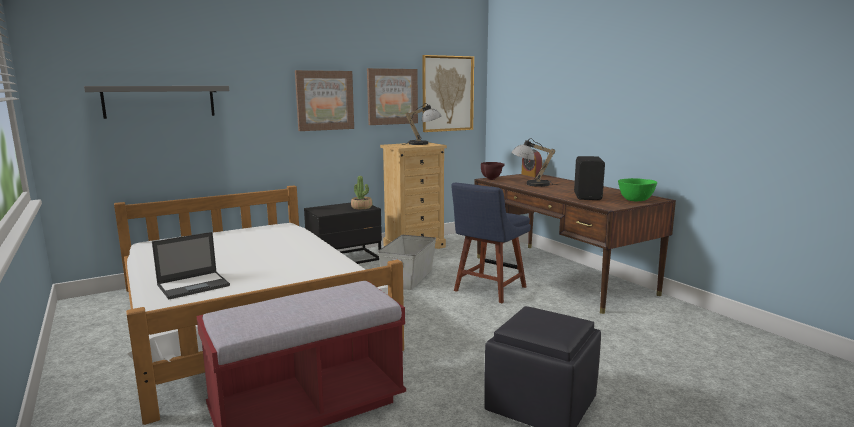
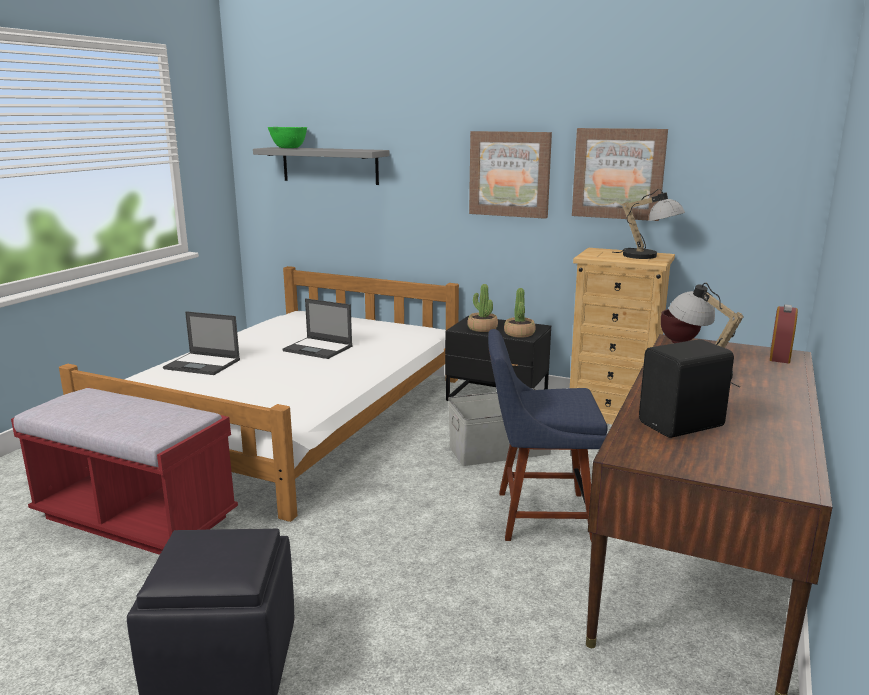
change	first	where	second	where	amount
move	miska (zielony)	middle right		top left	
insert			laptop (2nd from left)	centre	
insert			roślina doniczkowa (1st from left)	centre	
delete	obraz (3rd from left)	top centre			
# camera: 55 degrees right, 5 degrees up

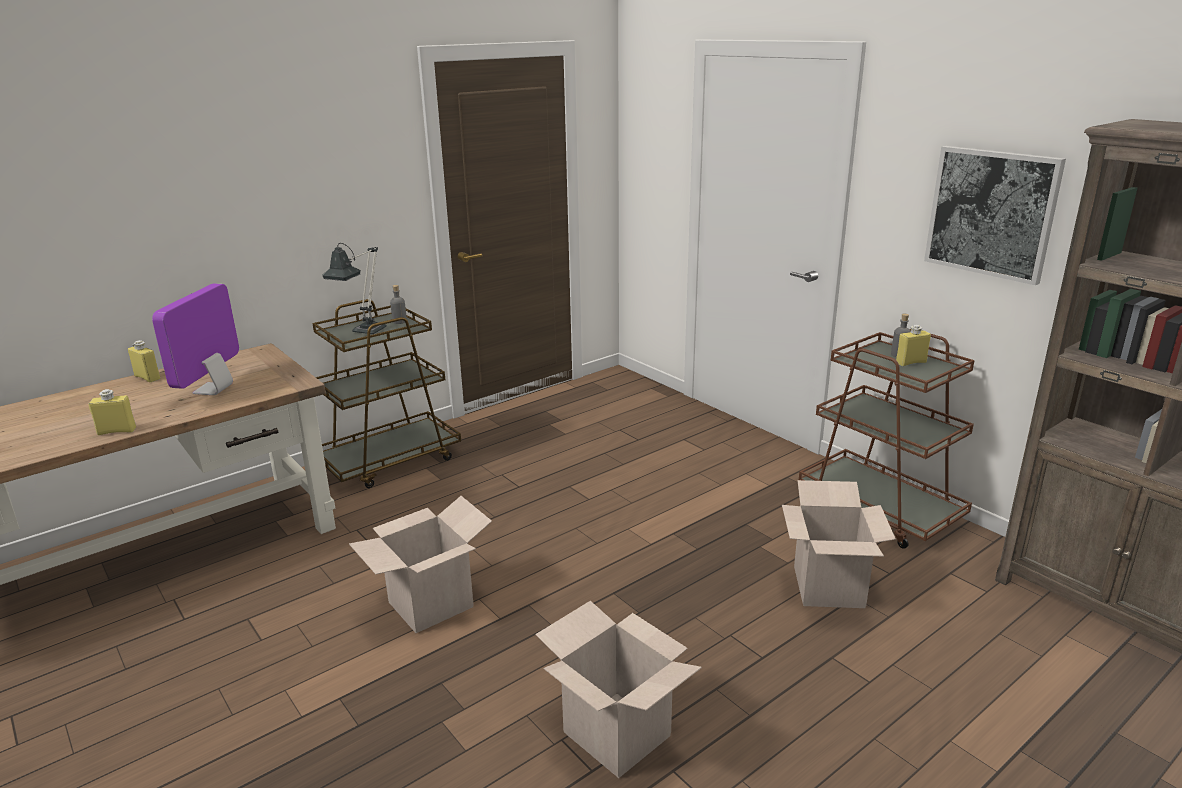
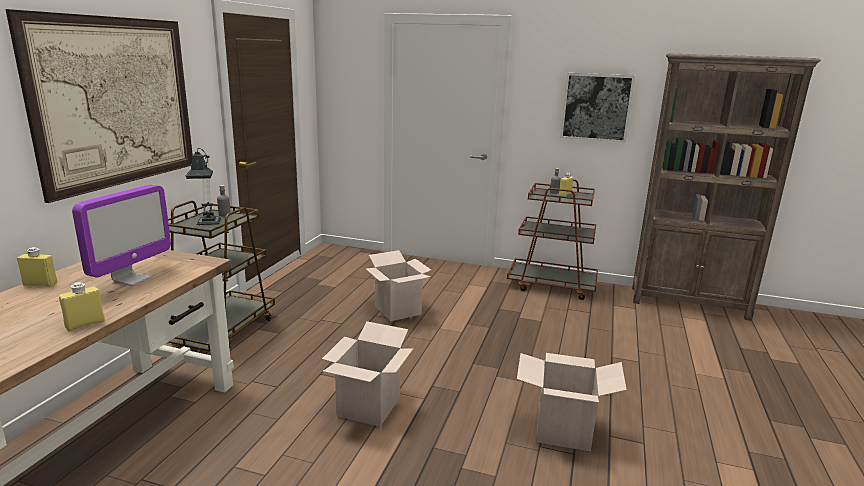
change	first	where	second	where	amount
insert			obraz (1st from left)	top left	
rotate	monitor	middle left		middle left	135 degrees counterclockwise
move	karton (3rd from left in the first image)	bottom right	karton (2nd from left)	centre	
# camera: 35 degrees left, 5 degrees down

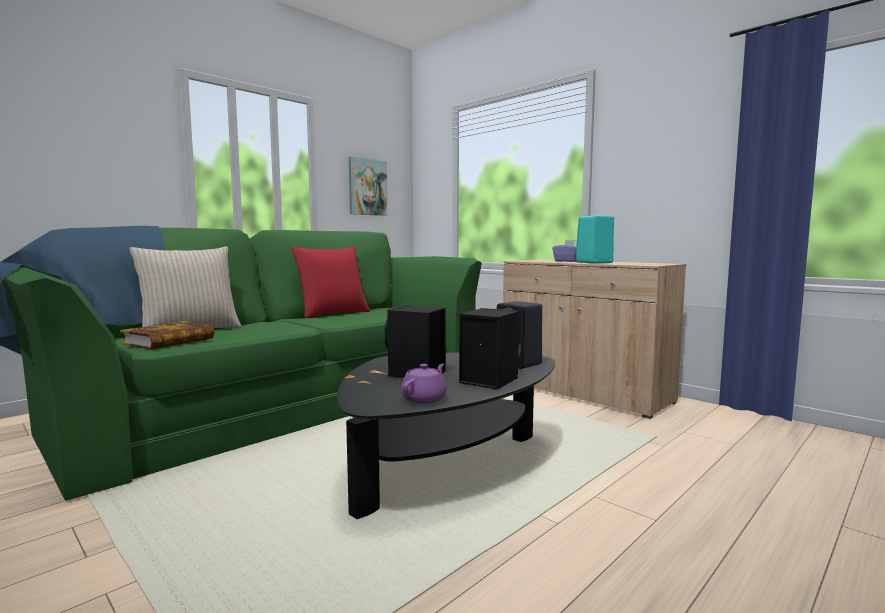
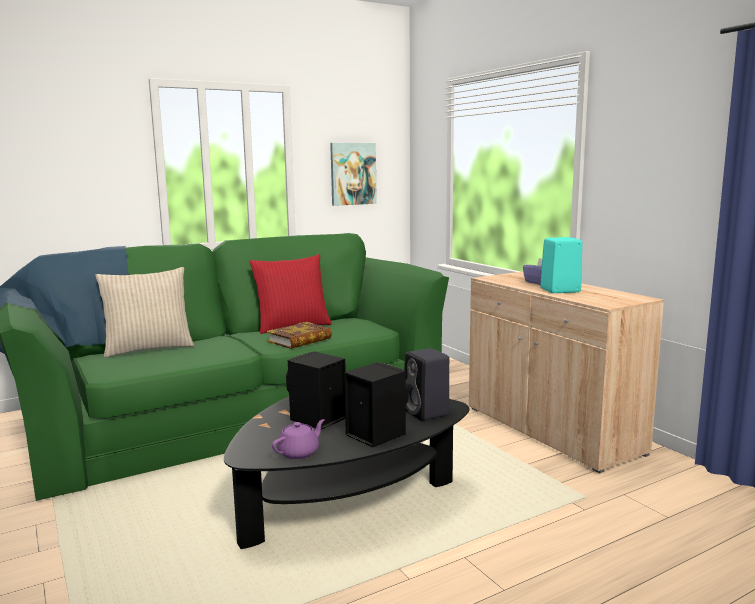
change	first	where	second	where	amount
move	książka	middle left		centre	
# camera: 15 degrees right, 5 degrees up

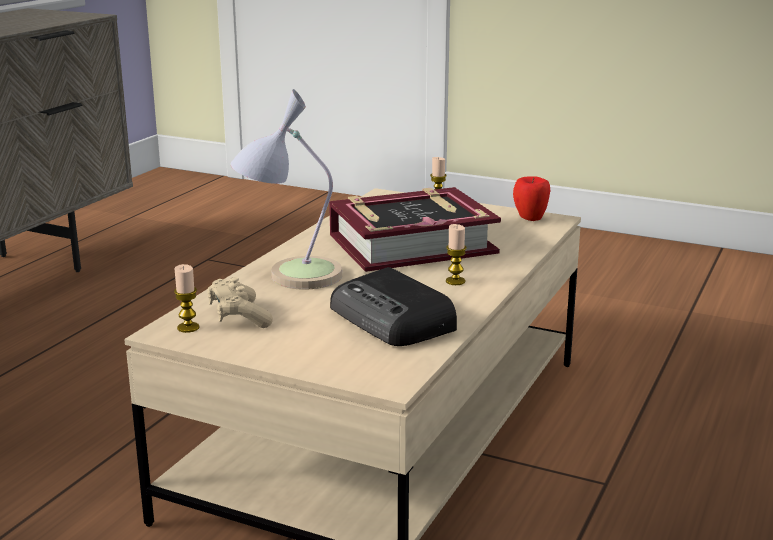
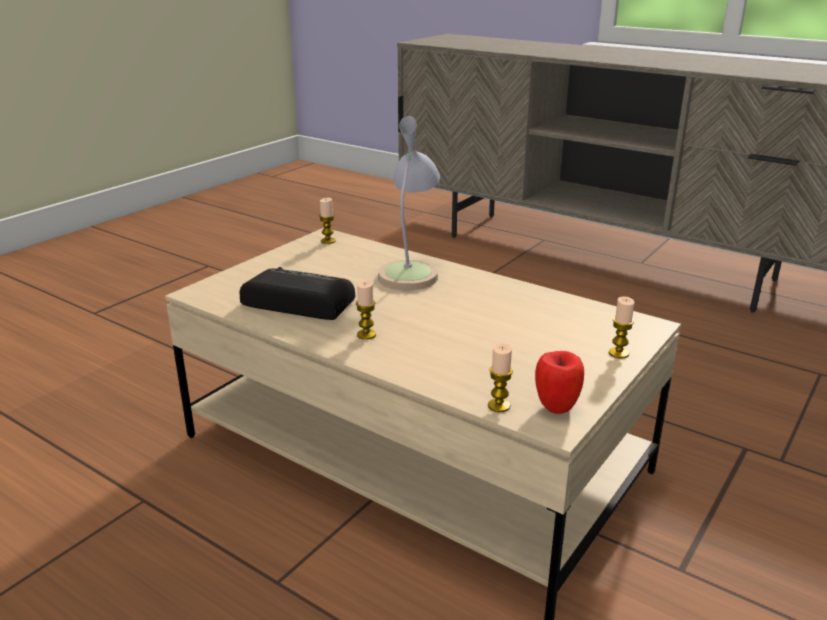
change	first	where	second	where	amount
rotate	radio	centre		centre	45 degrees clockwise
insert			świeca (3rd from left)	centre	
delete	pad do gier (beżowy)	middle left			
delete	książka	centre			
# camera: 100 degrees right, 5 degrees up

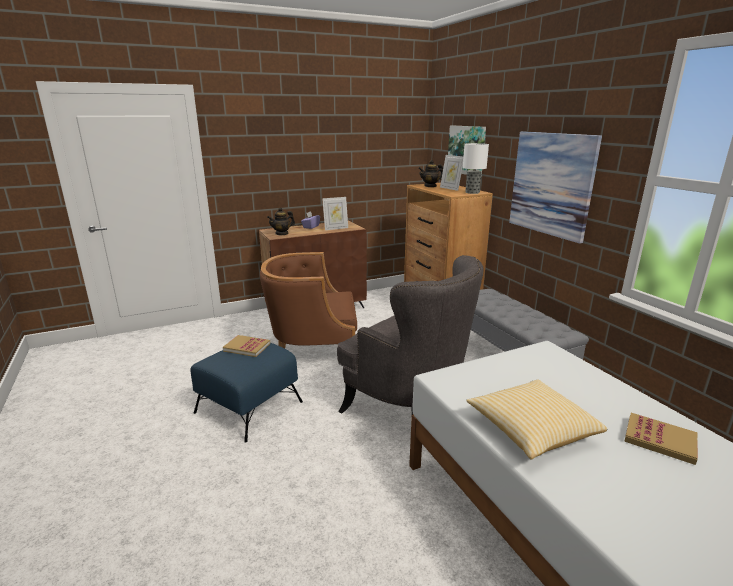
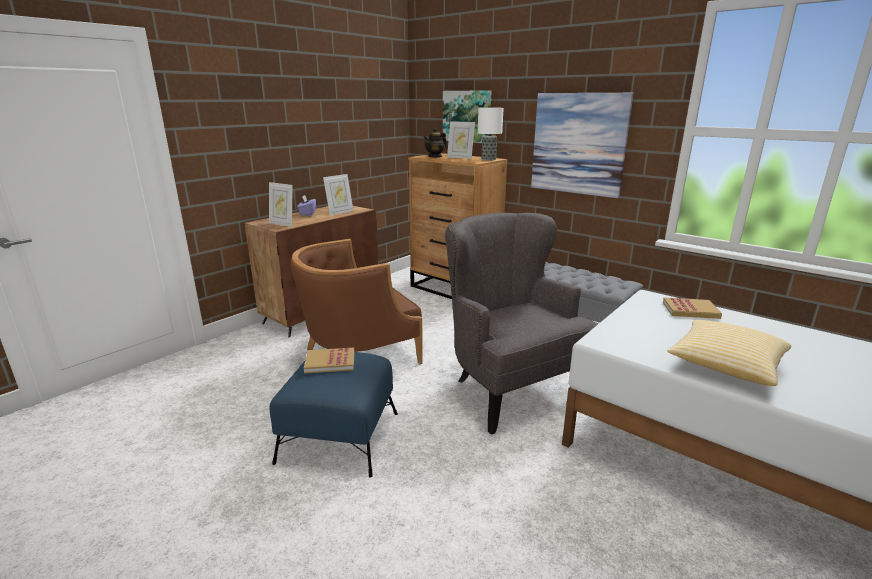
change	first	where	second	where	amount
replace	imbryk (1st from left)	centre	ramka na zdjęcie (1st from left)	middle left	
rotate	fotel (szary)	centre		centre	135 degrees counterclockwise
move	książka (2nd from left)	bottom right		middle right	
# camera: 25 degrees left, 0 degrees up

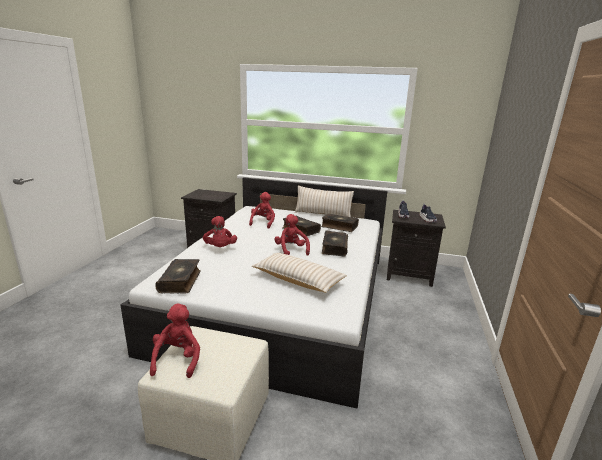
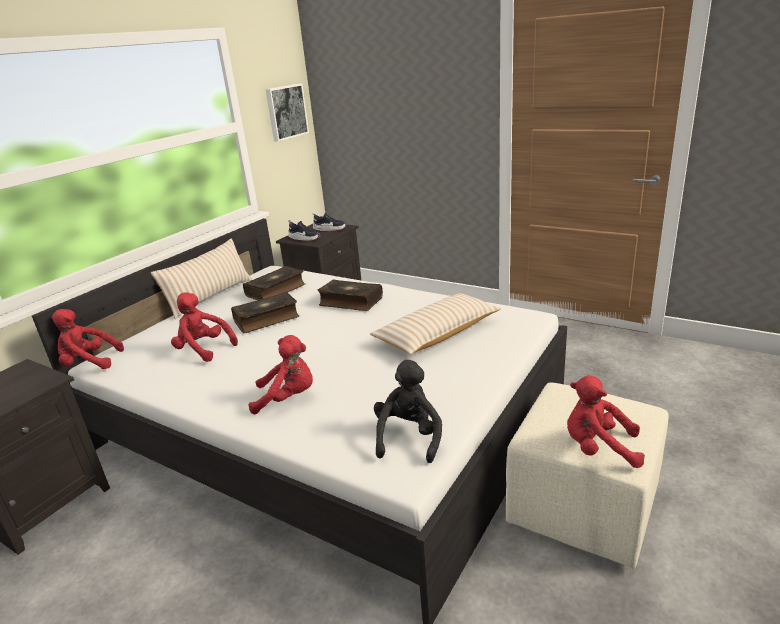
change	first	where	second	where	amount
move	pluszak (czerwony) (4th from left in the first image)	centre	pluszak (czerwony) (1st from left)	middle left	
insert			obraz	top centre	
replace	książka (1st from left)	middle left	pluszak (czarny)	centre	
# camera: 70 degrees left, 5 degrees up

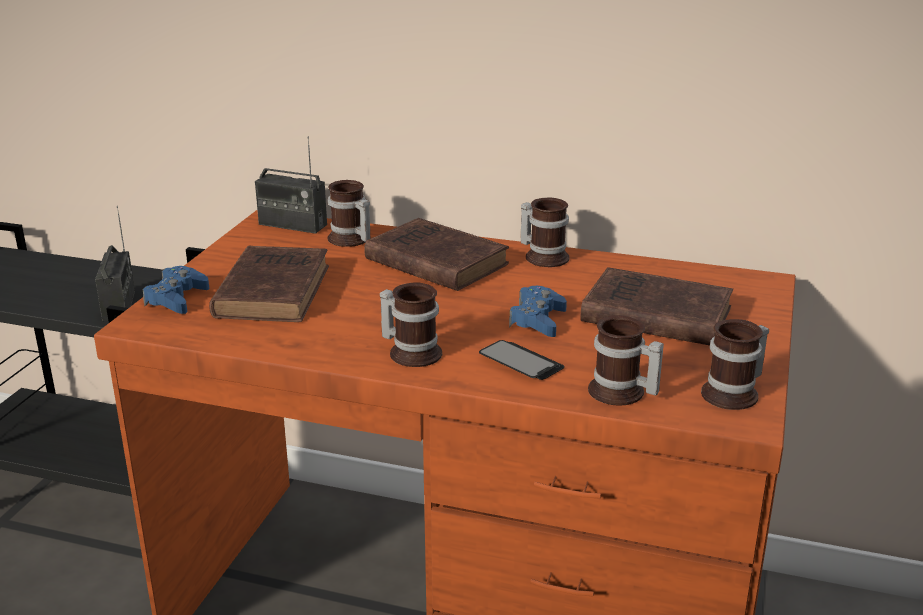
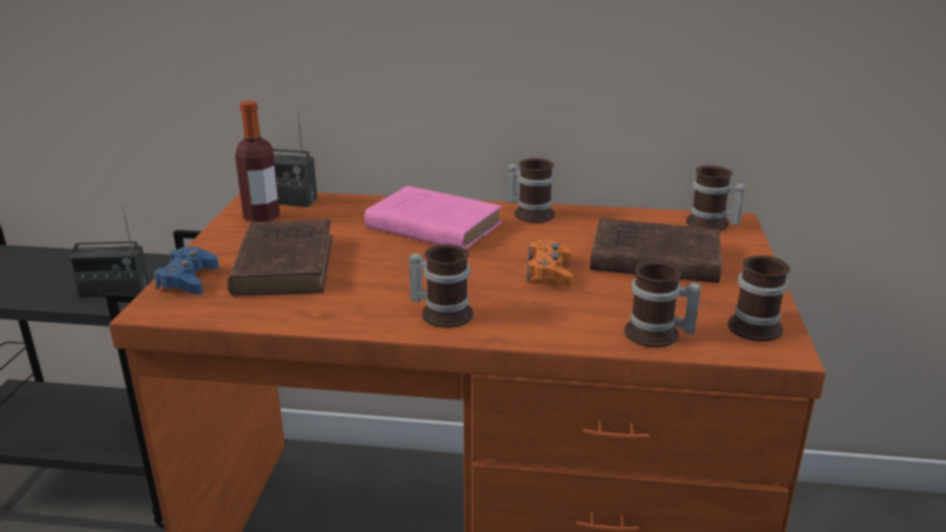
change	first	where	second	where	amount
rotate	radio (1st from left)	middle left		middle left	105 degrees clockwise
insert			butelka	top left	
recolor	książka (brązowy) (2nd from left)	centre	książka (różowy)	centre	
recolor	pad do gier (niebieski) (2nd from left)	centre	pad do gier (pomarańczowy)	centre	
move	kubek (1st from left in the first image)	centre	kubek (4th from left)	middle right	
delete	telefon	centre			
# camera: 10 degrees left, 0 degrees up

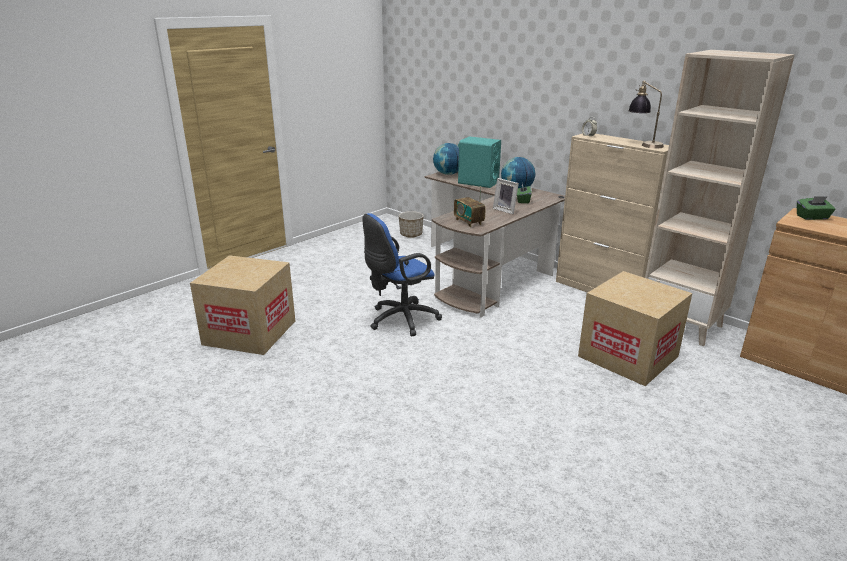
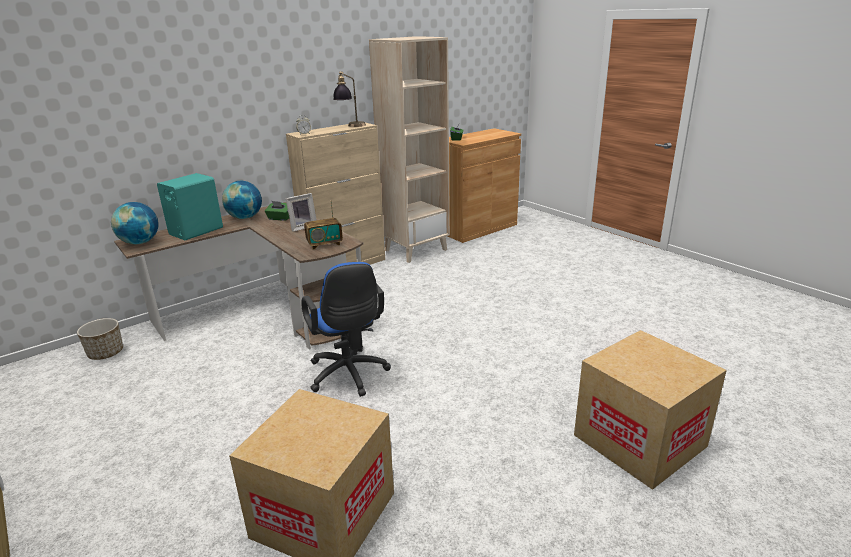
change	first	where	second	where	amount
move	karton (2nd from left)	middle right		bottom right	
# camera: 80 degrees left, 0 degrees up

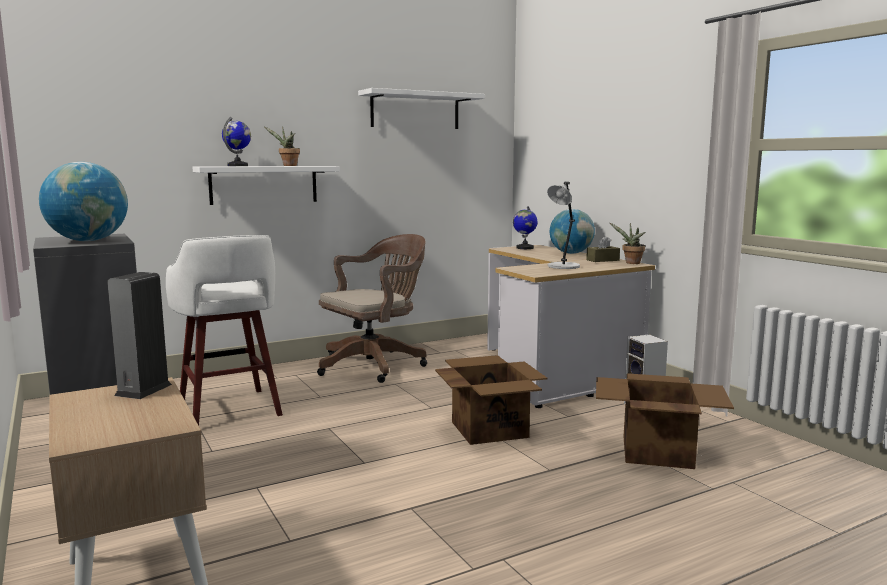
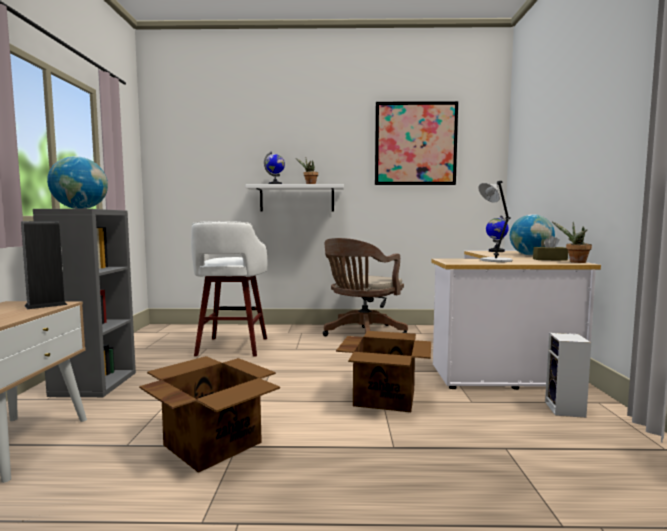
change	first	where	second	where	amount
move	karton (2nd from left in the first image)	bottom right	karton (1st from left)	bottom left	
rotate	krzesło biurowe (brązowy)	centre		centre	135 degrees clockwise
replace	półka (biały) (2nd from left)	top centre	obraz	top centre	
# camera: 30 degrees right, 5 degrees down

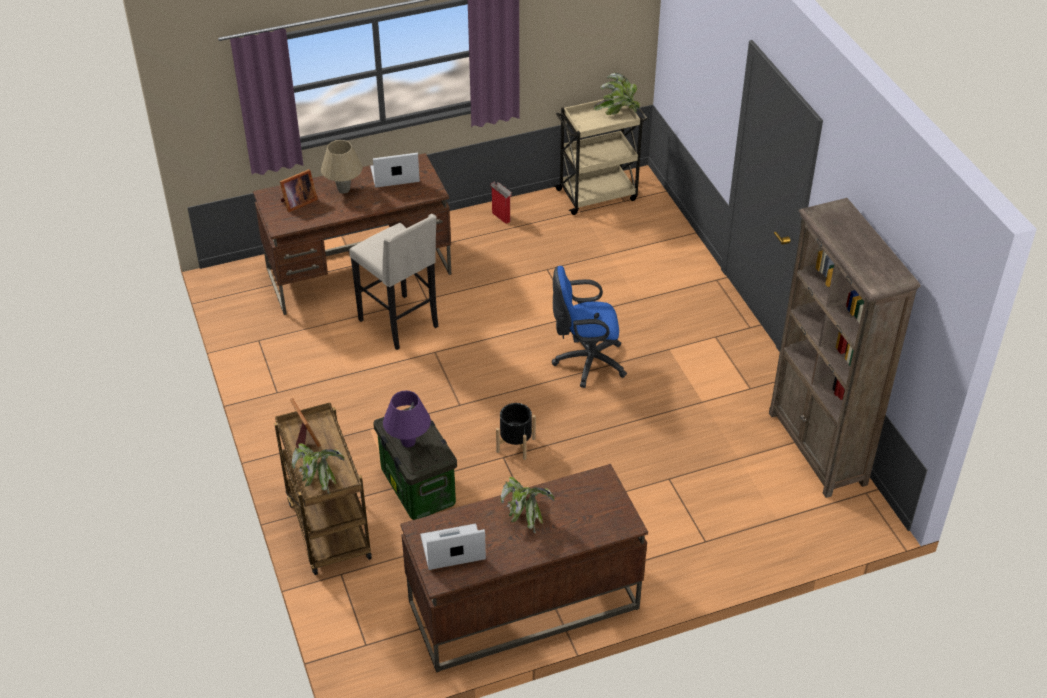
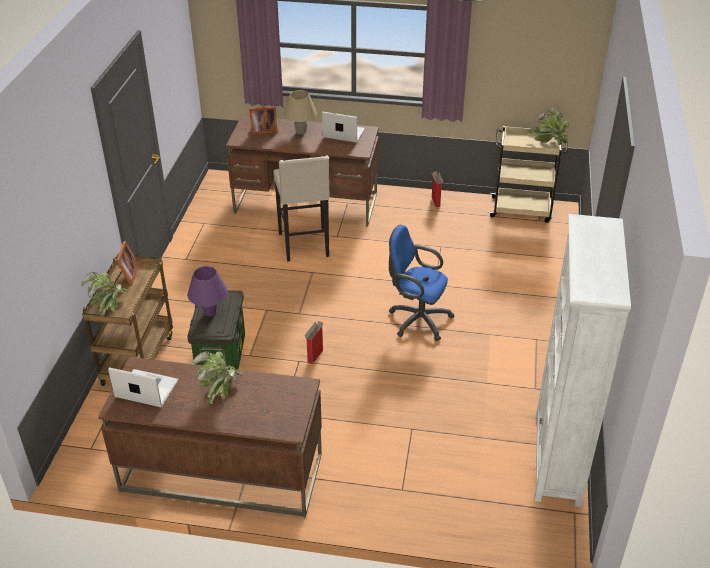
change	first	where	second	where	amount
replace	donica (czarny)	centre	karton (1st from left)	centre	
recolor	regał (brązowy)	middle right	regał (biały)	middle right	
# camera: 30 degrees right, 5 degrees down

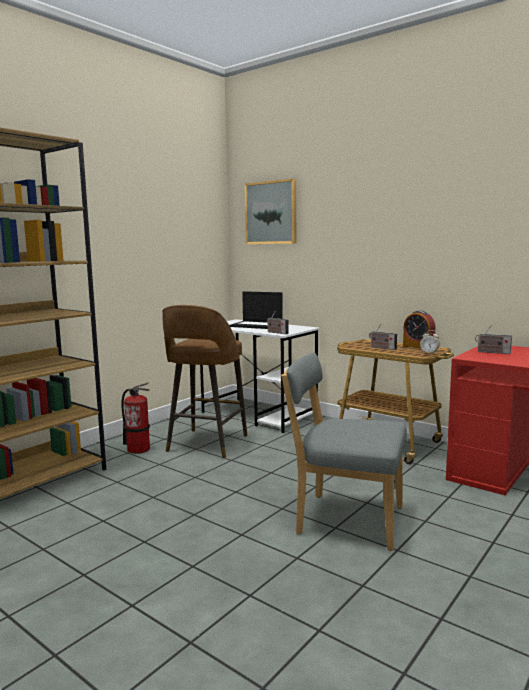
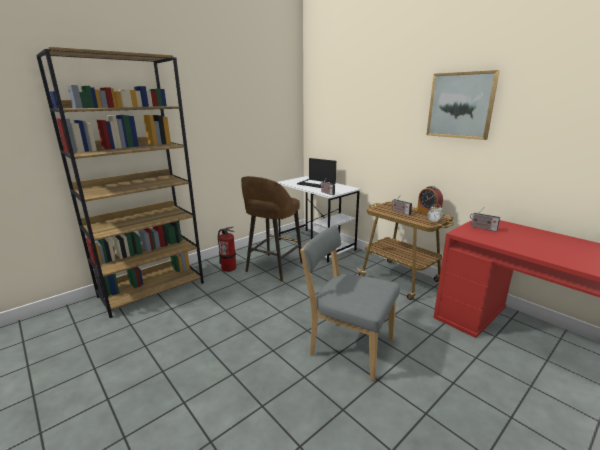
change	first	where	second	where	amount
move	obraz	top centre		top right	
# camera: 10 degrees right, 10 degrees up

